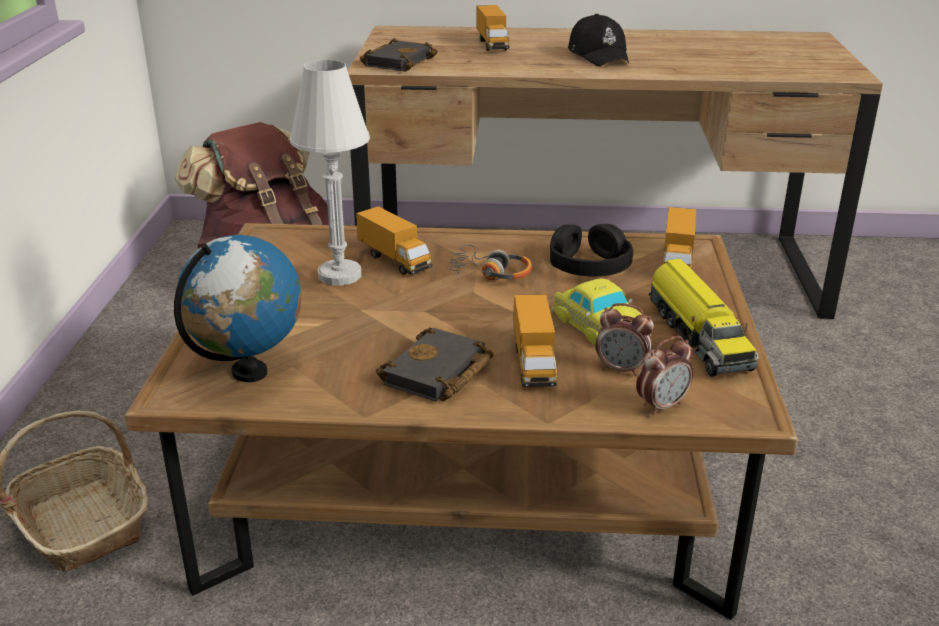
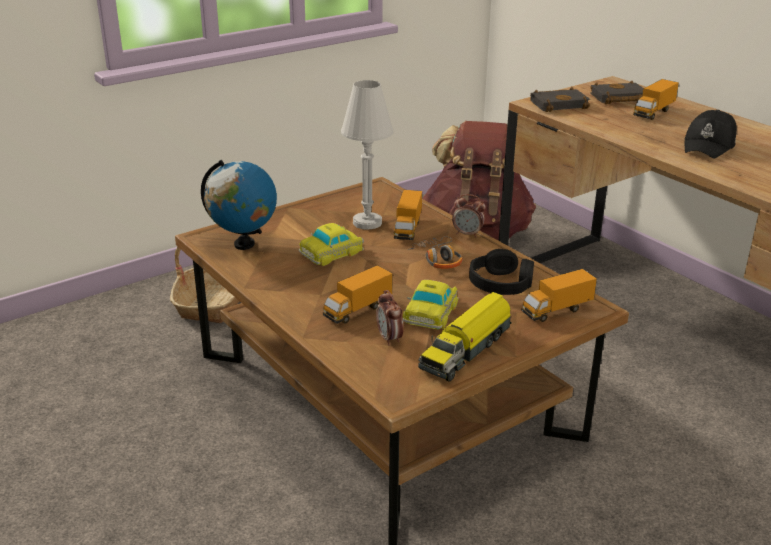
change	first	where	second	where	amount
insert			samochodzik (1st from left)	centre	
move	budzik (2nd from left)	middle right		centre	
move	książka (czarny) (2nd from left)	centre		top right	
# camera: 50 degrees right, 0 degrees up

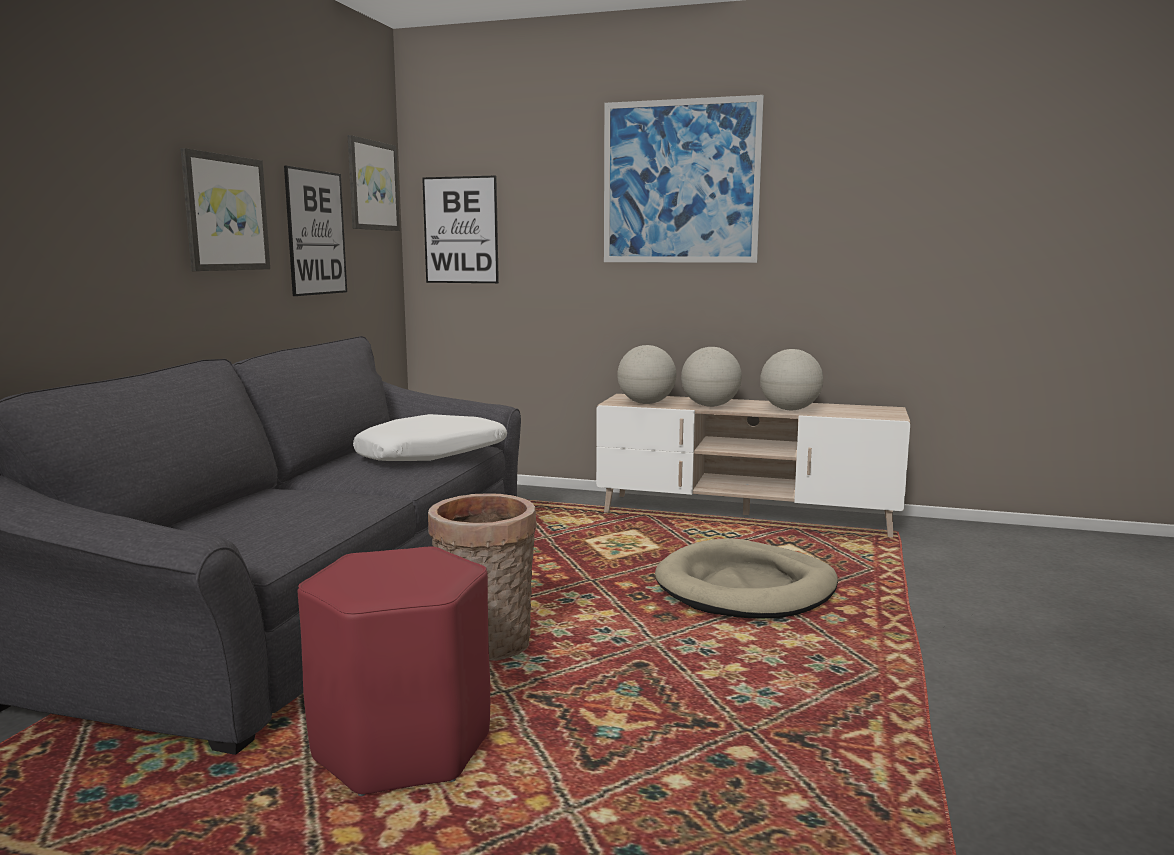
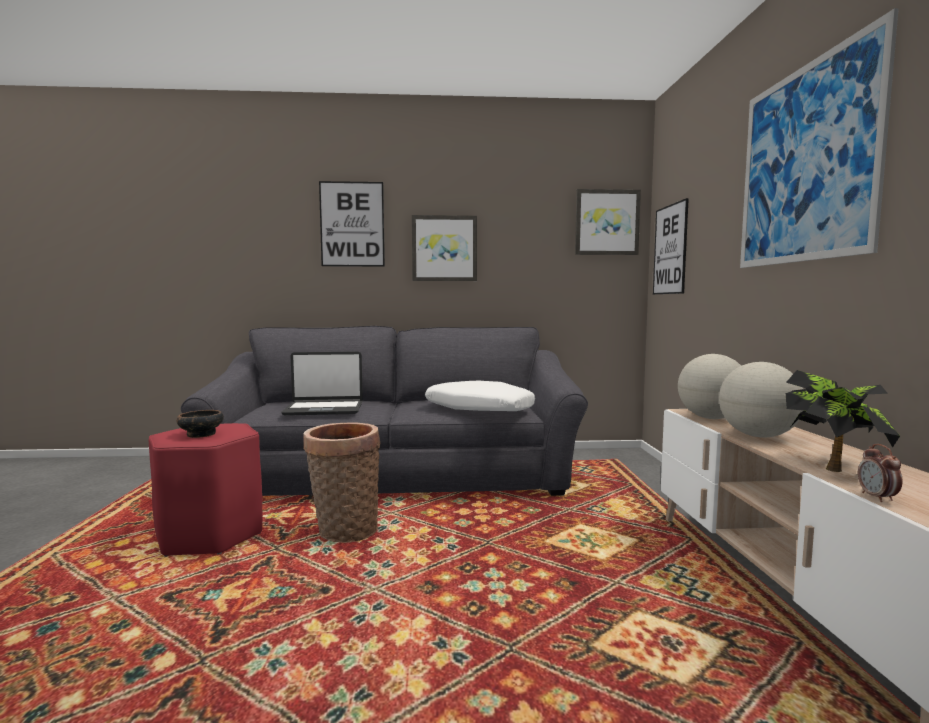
change	first	where	second	where	amount
insert			miska	middle left	
insert			laptop	centre	
move	obraz (2nd from left in the first image)	top left	obraz (1st from left)	top centre	
replace	globus (3rd from left)	middle right	roślina doniczkowa	middle right	
insert			budzik	middle right	
delete	legowisko (beżowy)	bottom centre			
# camera: 70 degrees right, 5 degrees down

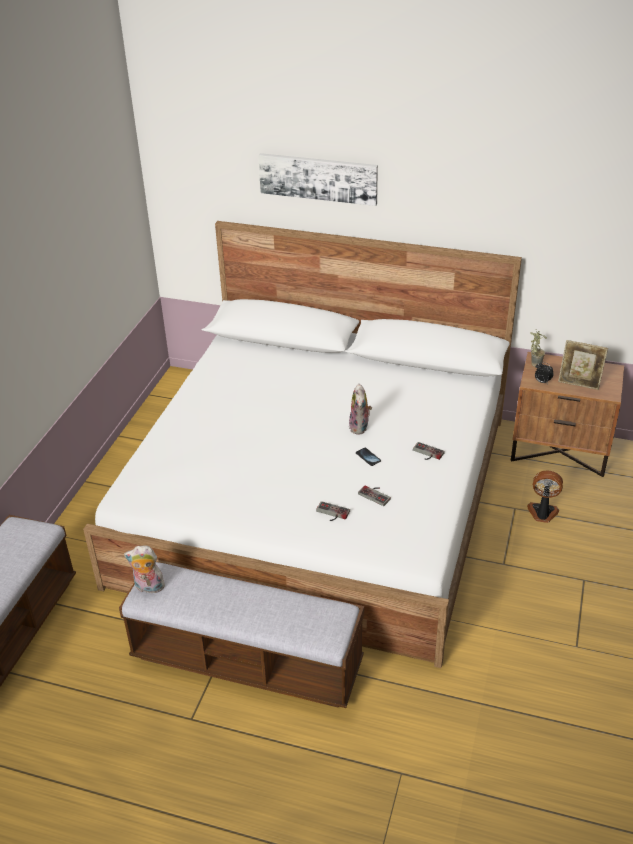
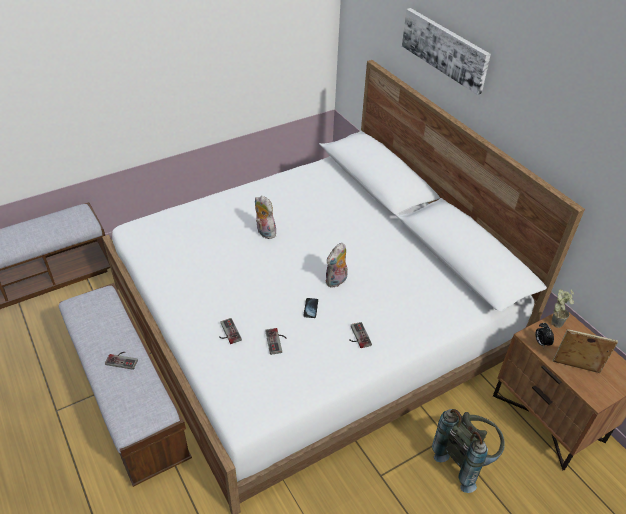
change	first	where	second	where	amount
insert			pad do gier (1st from left)	bottom left	
move	pluszak (1st from left)	bottom left		centre	
replace	wentylator	middle right	plecak (szary)	bottom right	
rotate	ramka na zdjęcie	middle right		bottom right	135 degrees clockwise
# camera: 40 degrees right, 5 degrees up

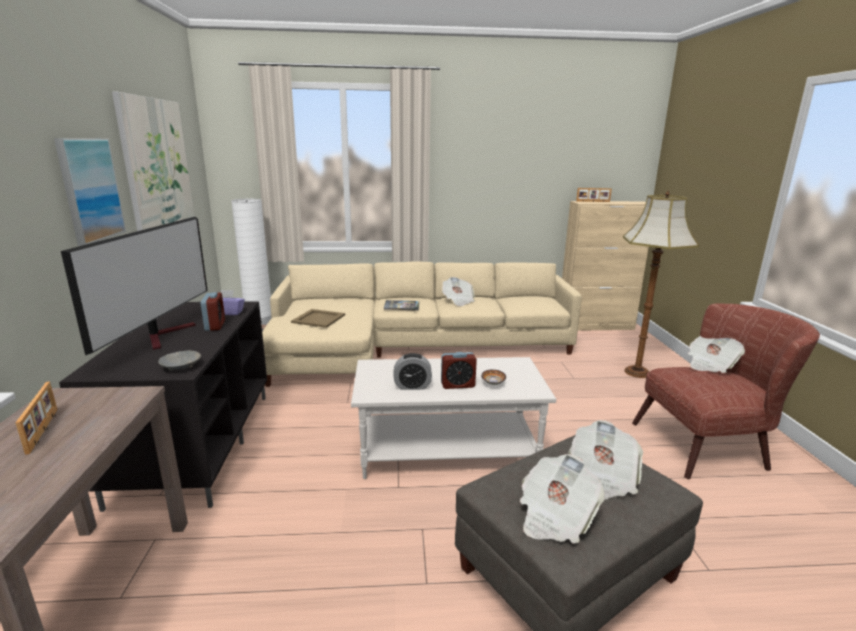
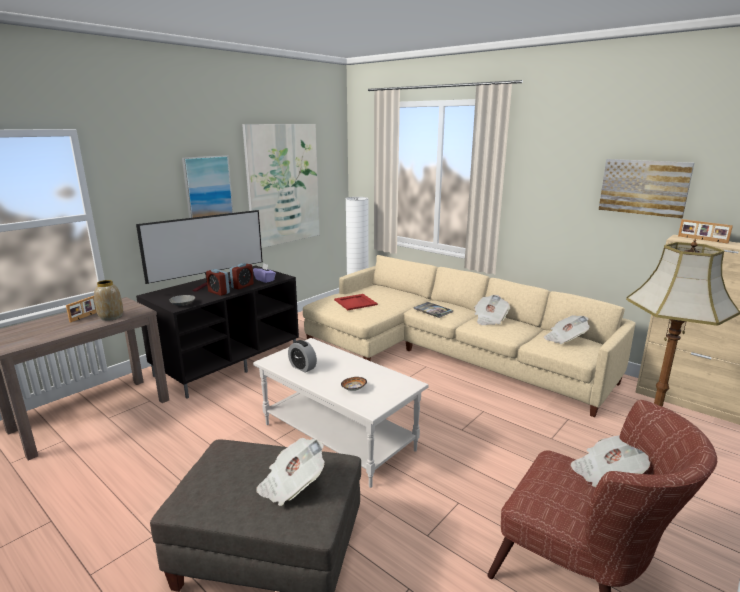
change	first	where	second	where	amount
insert			wazon	middle left	
move	budzik (3rd from left in the first image)	centre	budzik (1st from left)	middle left	
recolor	taca (beżowy)	centre	taca (czerwony)	centre	
move	gazeta (2nd from left in the first image)	bottom centre	gazeta (3rd from left)	middle right	
insert			obraz (3rd from left)	top right	
# camera: 45 degrees right, 0 degrees up

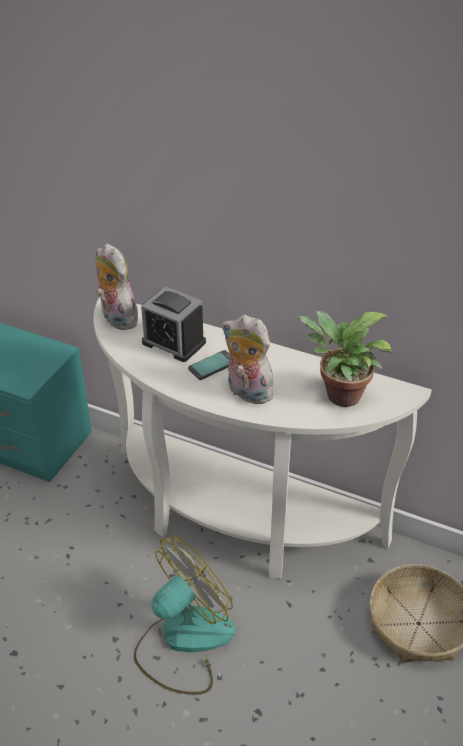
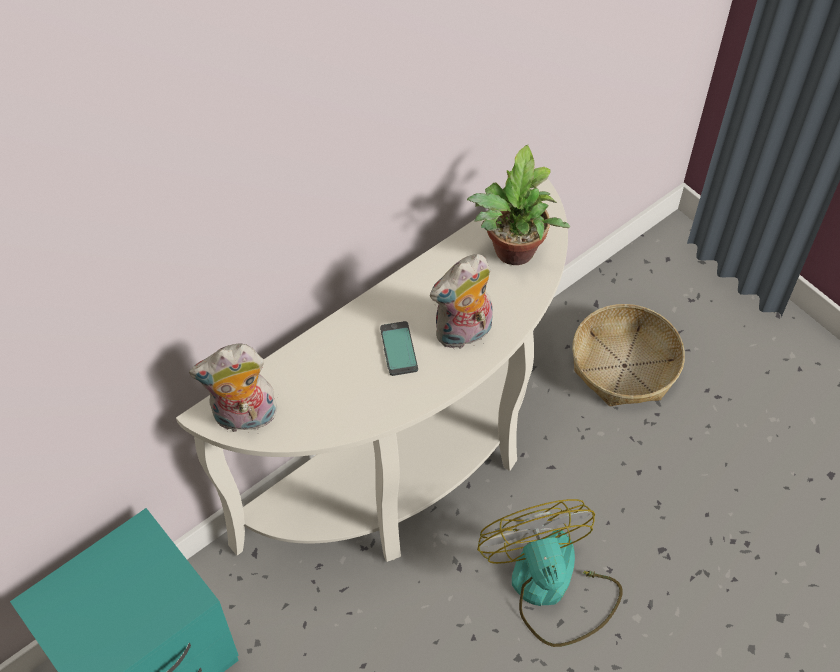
change	first	where	second	where	amount
delete	budzik	centre			
# camera: 65 degrees left, 15 degrees up

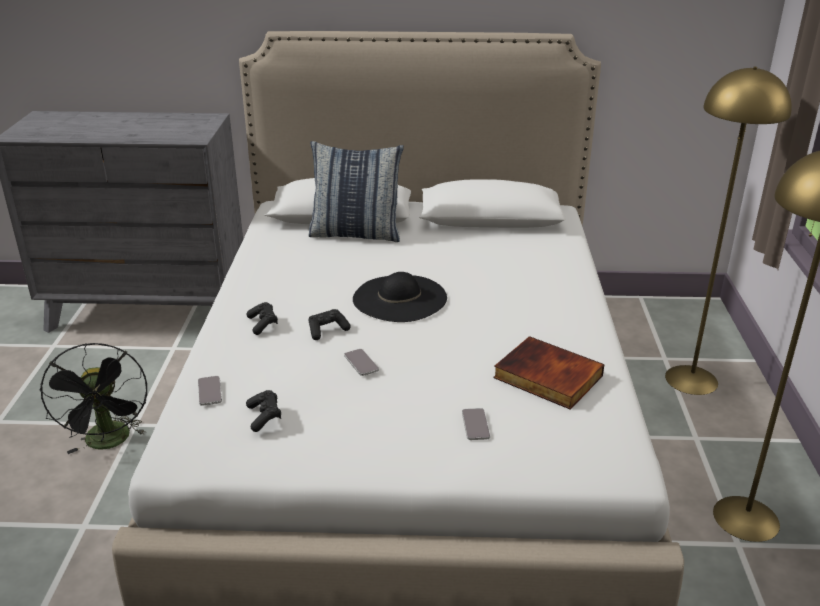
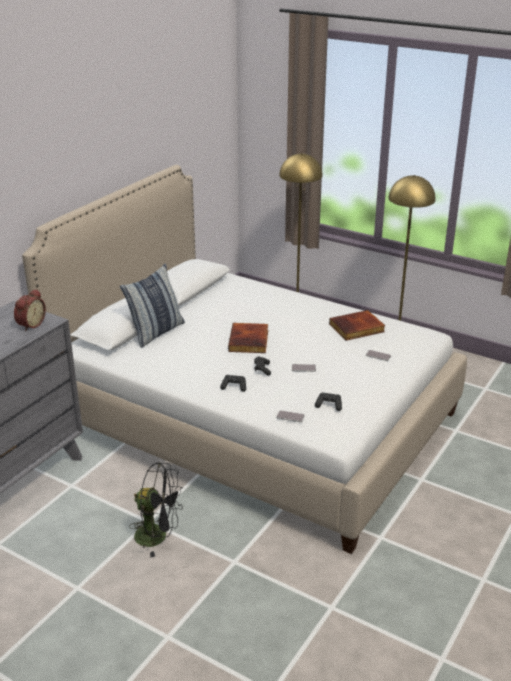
change	first	where	second	where	amount
insert			budzik	middle left	
replace	kapelusz (czarny)	centre	książka (1st from left)	centre	
# camera: 60 degrees left, 0 degrees up

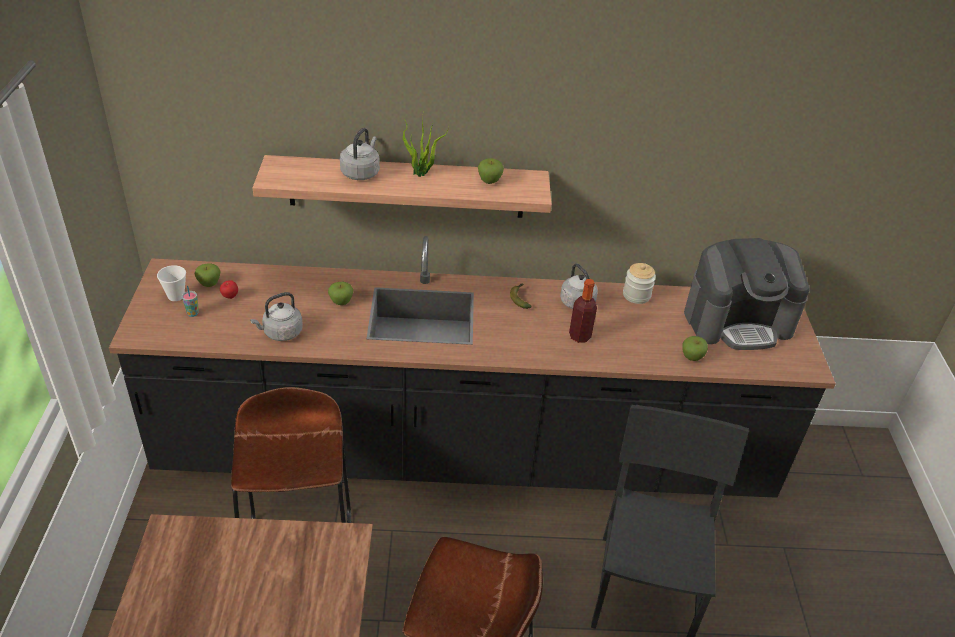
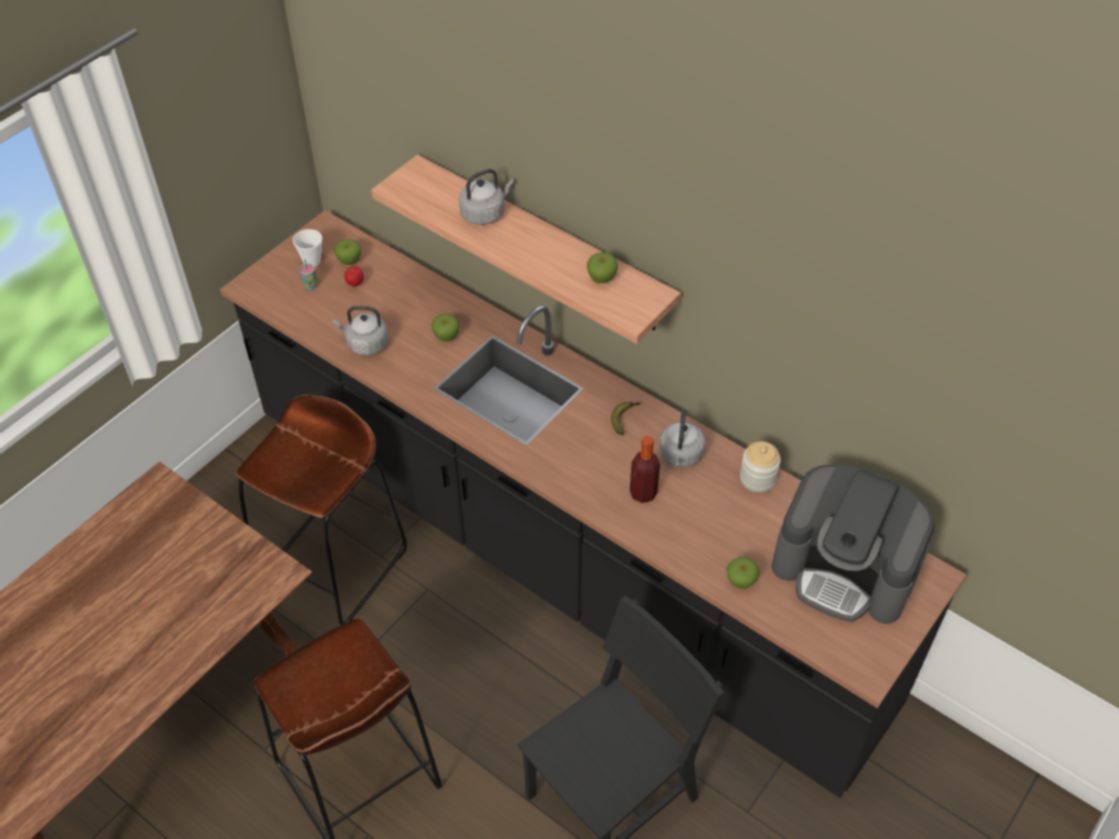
change	first	where	second	where	amount
delete	roślina doniczkowa	top centre			
# camera: 40 degrees right, 10 degrees up

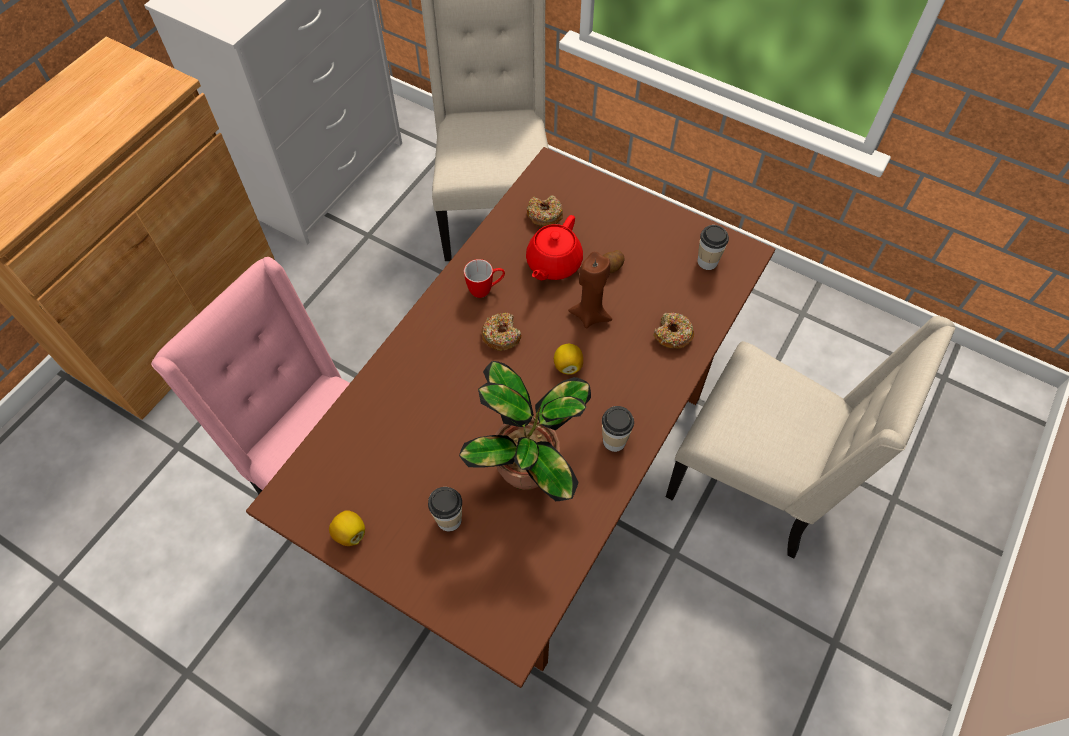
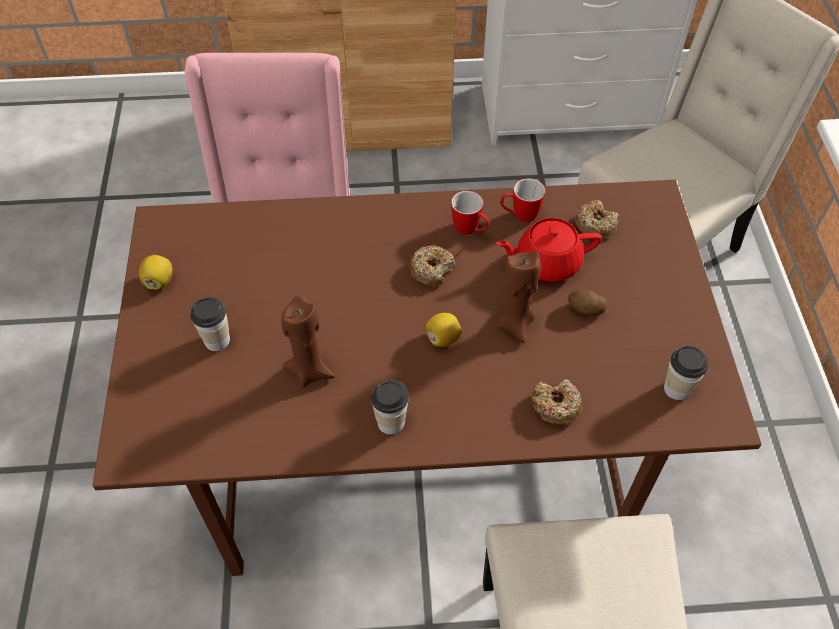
change	first	where	second	where	amount
replace	roślina doniczkowa	centre	świeca (brązowy) (1st from left)	centre	
insert			kubek (2nd from left)	top centre	
# camera: 55 degrees right, 5 degrees down

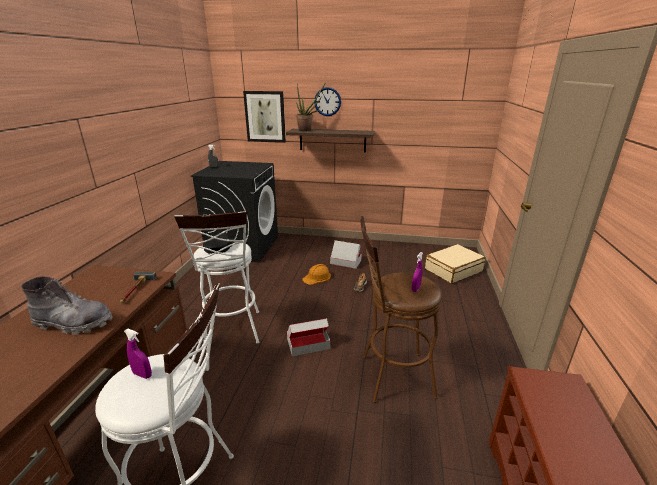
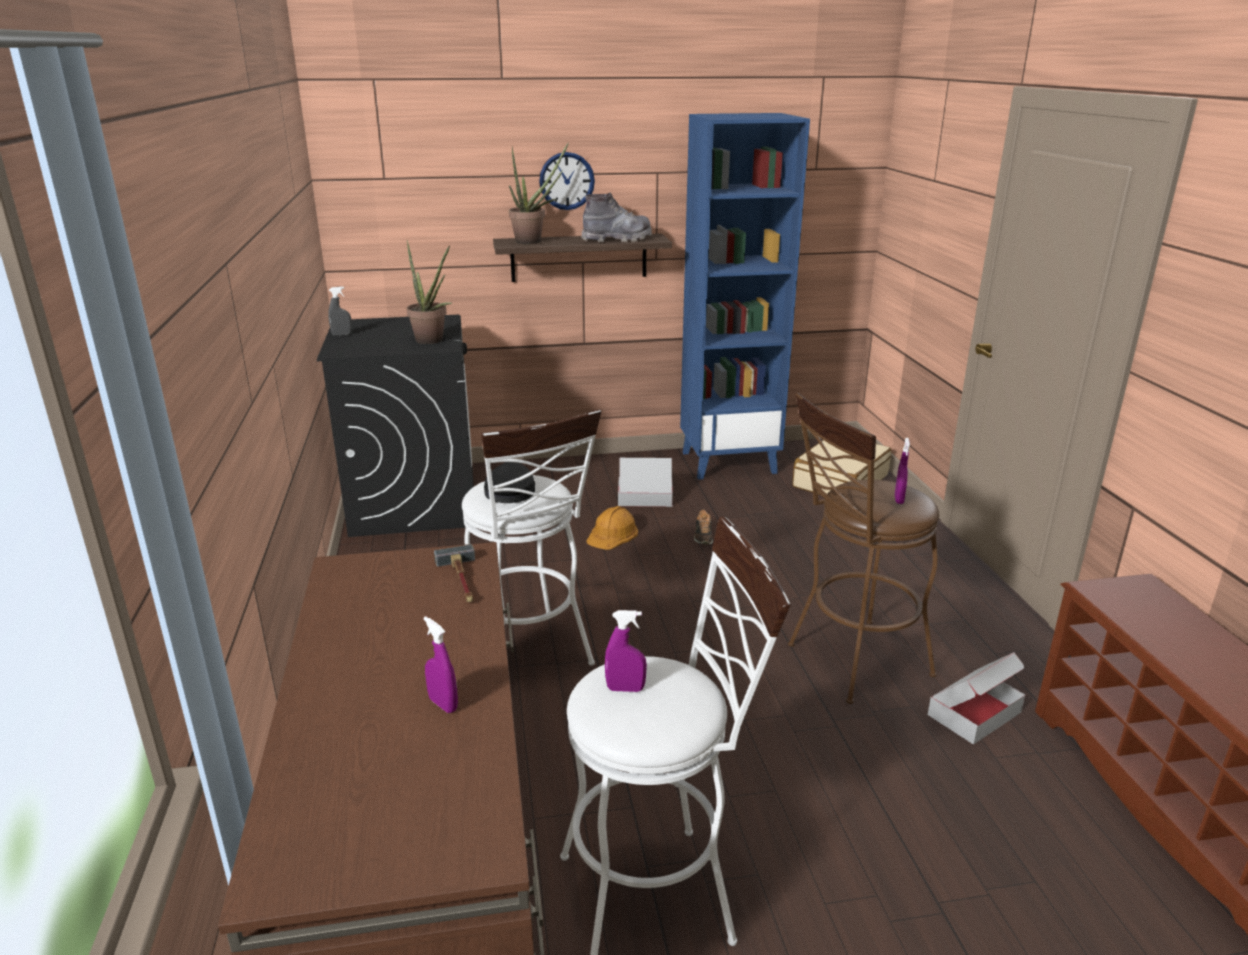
change	first	where	second	where	amount
insert			roślina doniczkowa (1st from left)	top centre	
insert			spryskiwacz (fioletowy) (1st from left)	bottom centre	
move	but z cholewką (szary)	middle left		top centre	
insert			regał (niebieski)	top centre	
move	karton (1st from left in the first image)	bottom centre	karton (2nd from left)	bottom right	
delete	obraz	top centre			
# camera: 20 degrees left, 0 degrees up

